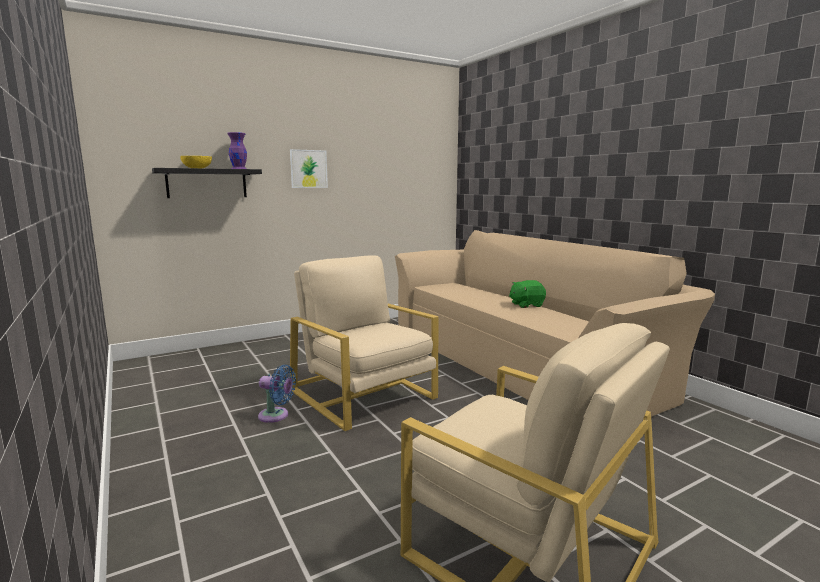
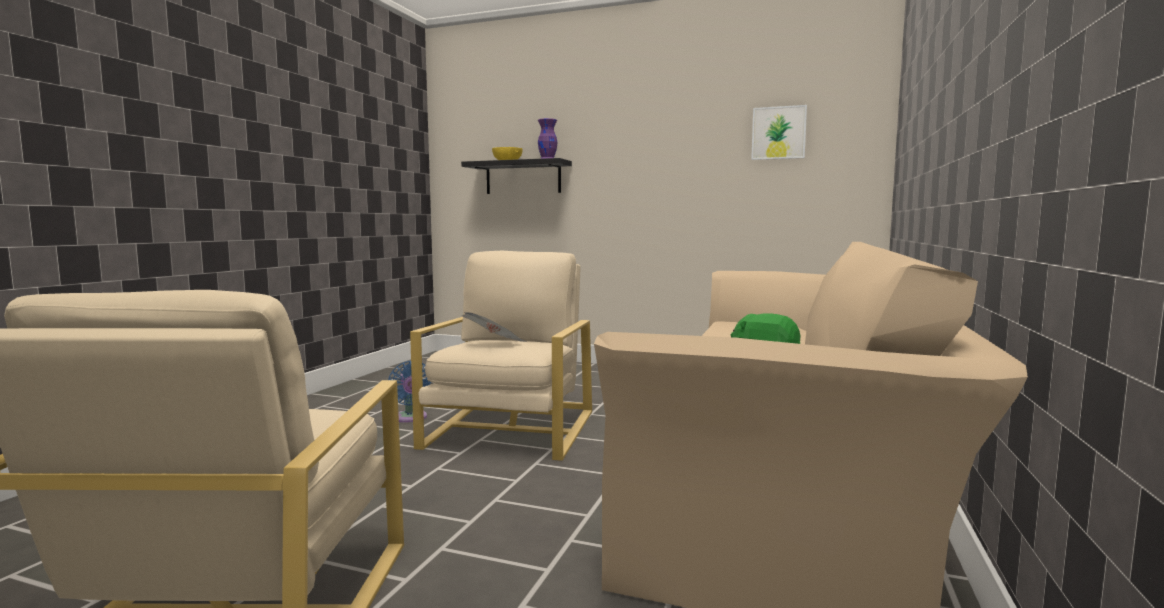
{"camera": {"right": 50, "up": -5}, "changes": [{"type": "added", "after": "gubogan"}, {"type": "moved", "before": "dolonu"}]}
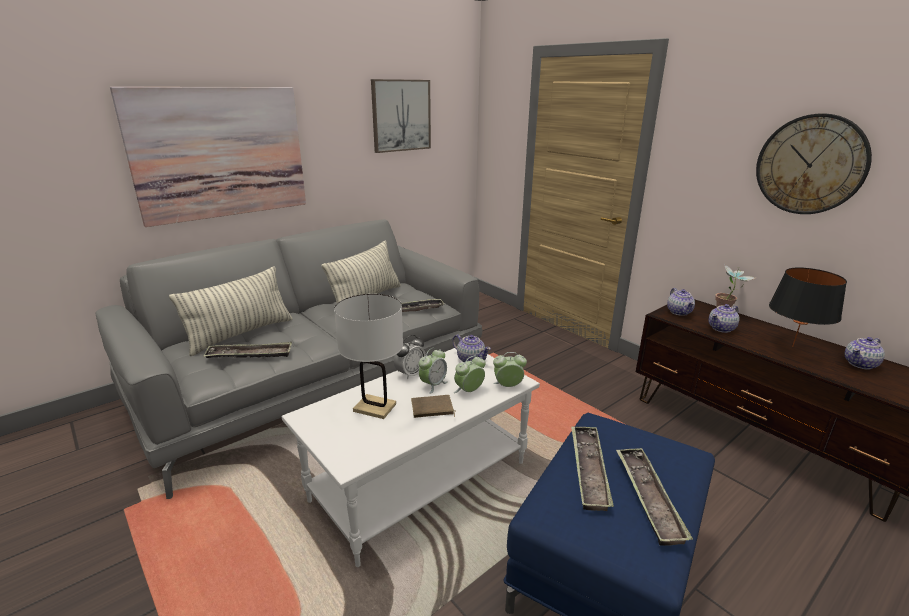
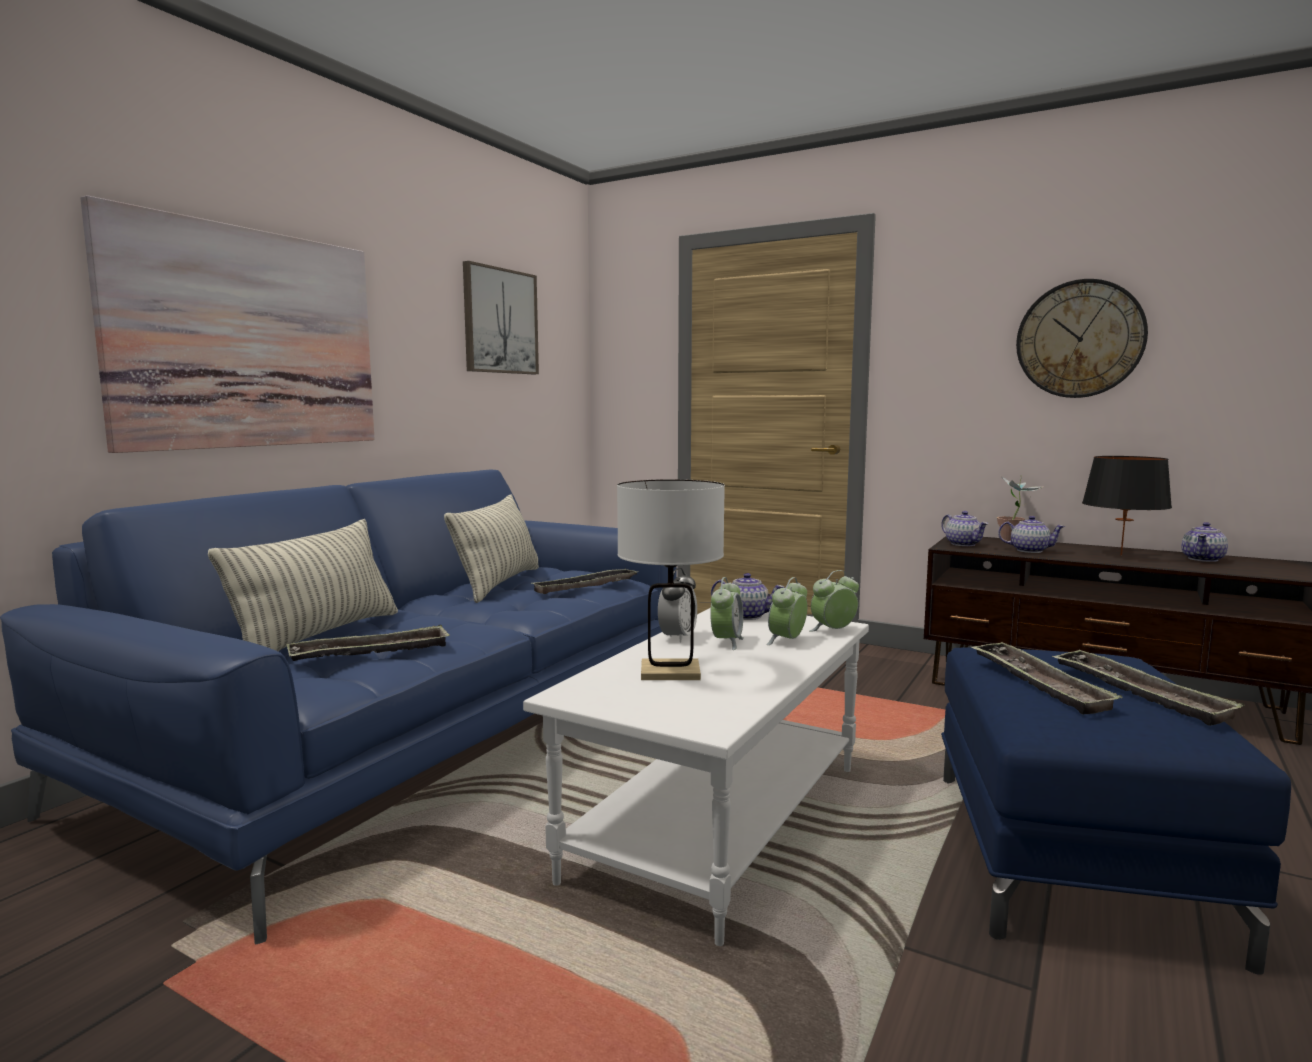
{"camera": {"right": -20, "up": -15}, "changes": [{"type": "recoloured", "before": "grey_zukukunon", "after": "blue_zukukunon"}, {"type": "turned", "before": "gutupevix (3rd from left)", "turn": -105}, {"type": "removed", "before": "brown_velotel"}]}
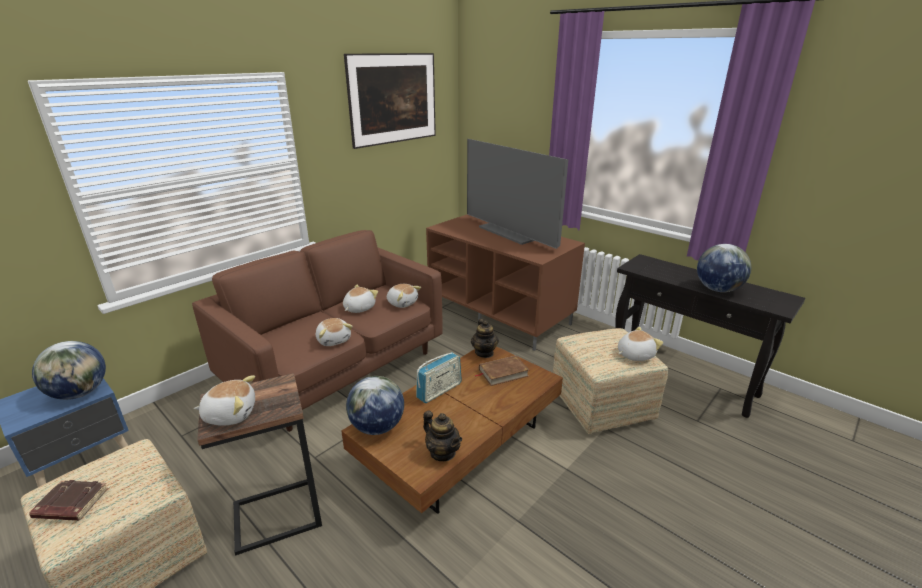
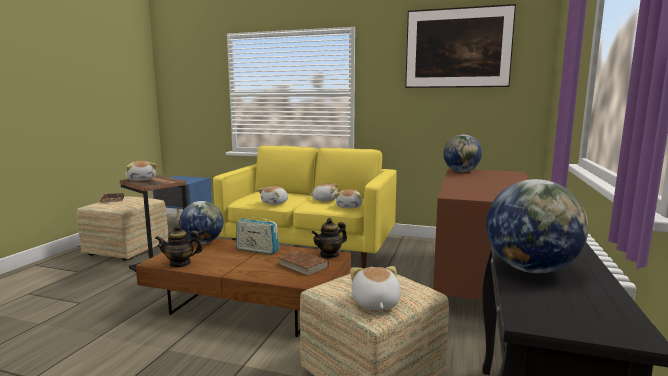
{"camera": {"right": 65, "up": -15}, "changes": [{"type": "turned", "before": "gutupevix (1st from left)", "turn": 60}, {"type": "recoloured", "before": "brown_zukukunon", "after": "yellow_zukukunon"}, {"type": "turned", "before": "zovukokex (5th from left)", "turn": -135}, {"type": "moved", "before": "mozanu (1st from left in the first image)", "after": "mozanu (2nd from left)"}, {"type": "removed", "before": "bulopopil"}]}
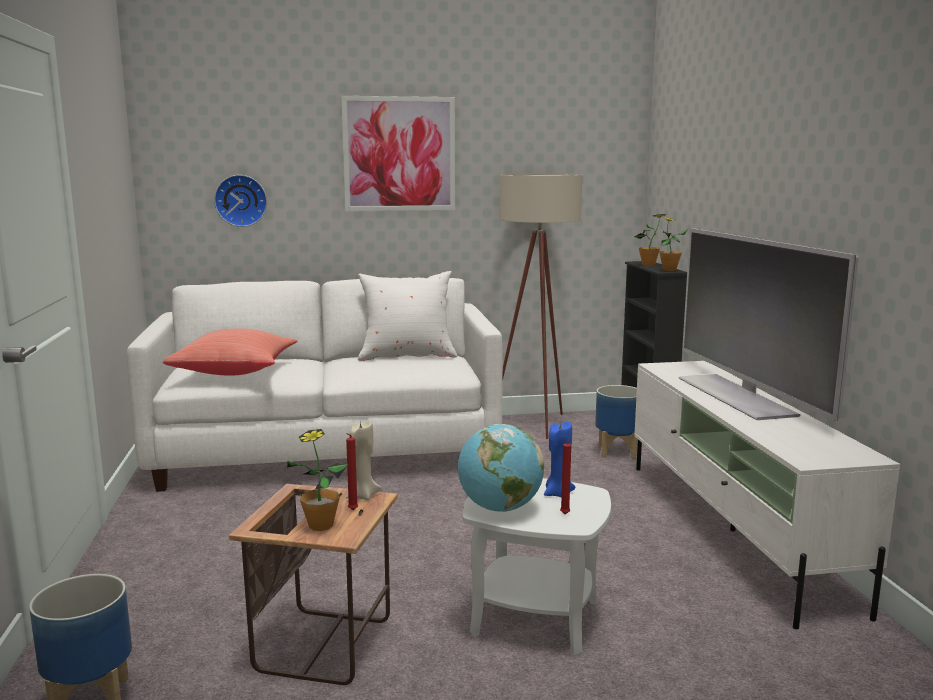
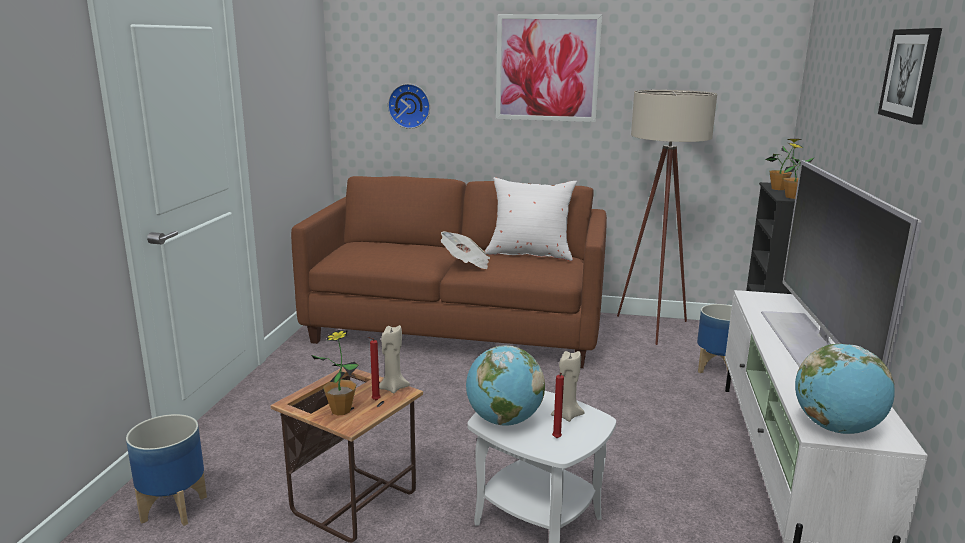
{"camera": {"right": 20, "up": 5}, "changes": [{"type": "recoloured", "before": "white_zukukunon", "after": "brown_zukukunon"}, {"type": "added", "after": "gubogan"}, {"type": "recoloured", "before": "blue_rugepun", "after": "beige_rugepun (2nd from left)"}, {"type": "added", "after": "mozanu (2nd from left)"}, {"type": "added", "after": "dolonu (2nd from left)"}, {"type": "removed", "before": "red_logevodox"}]}
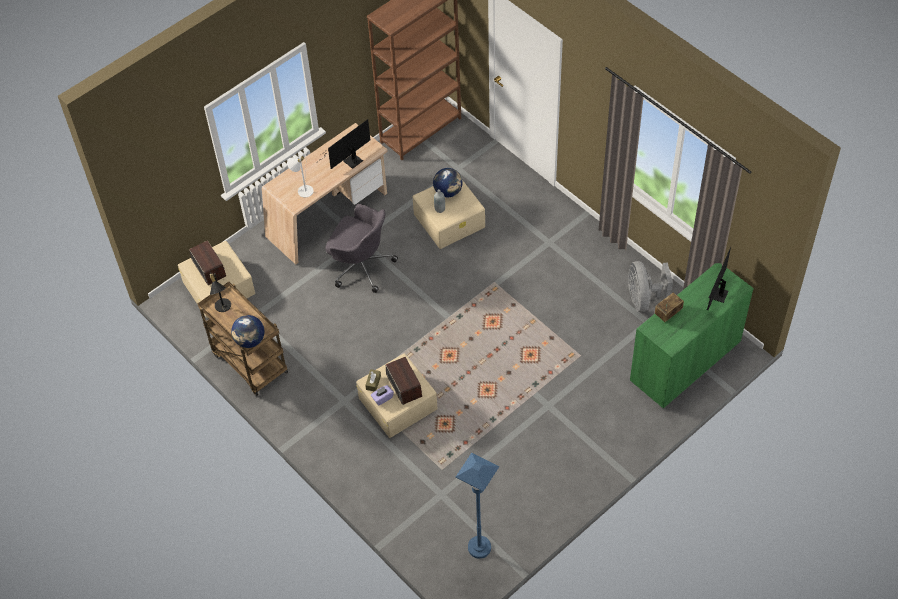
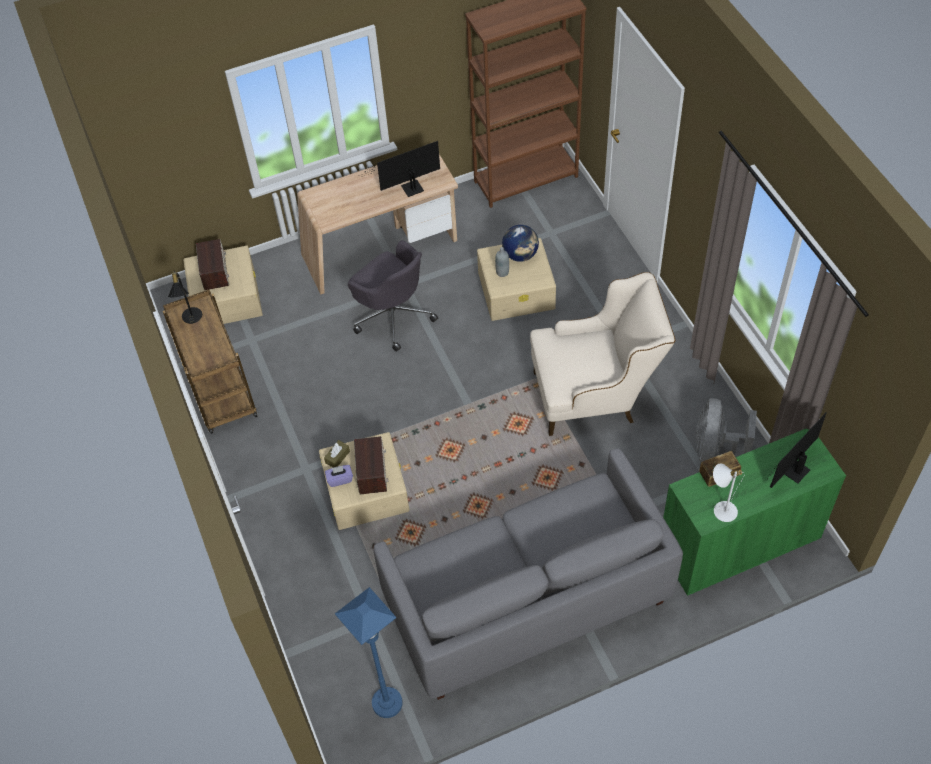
{"camera": {"right": 20, "up": 0}, "changes": [{"type": "added", "after": "grey_zukukunon"}, {"type": "added", "after": "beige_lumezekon"}, {"type": "moved", "before": "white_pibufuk"}, {"type": "removed", "before": "mozanu (1st from left)"}]}
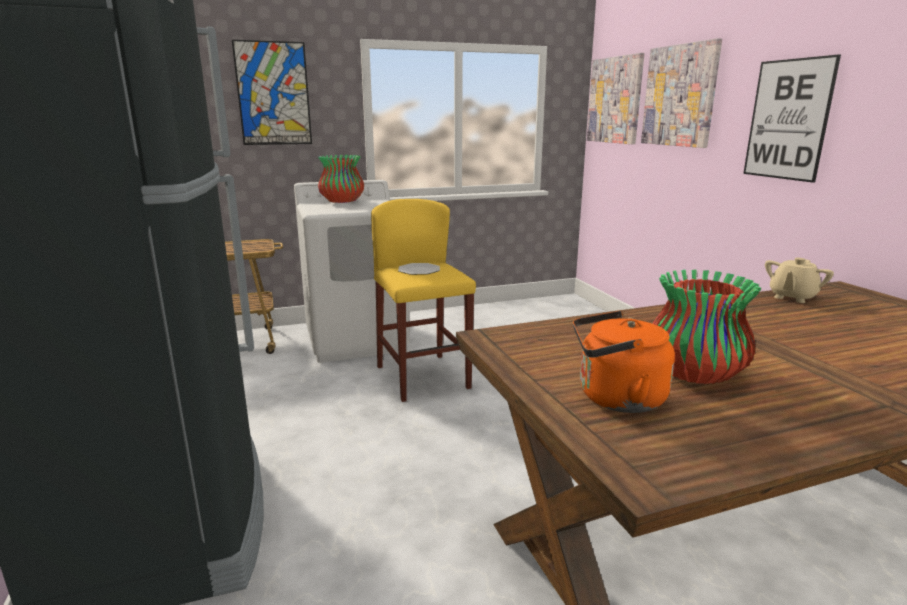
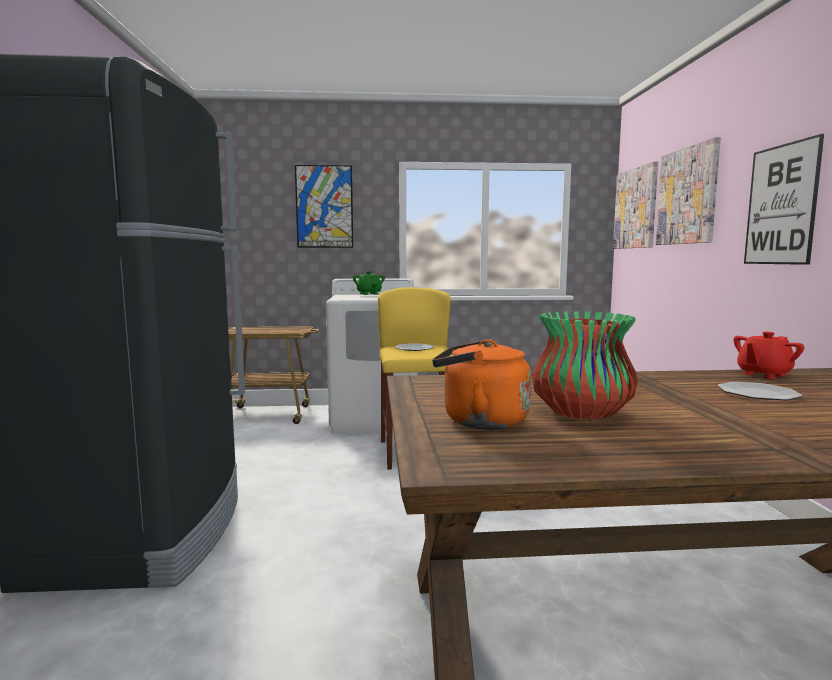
{"camera": {"right": 15, "up": -10}, "changes": [{"type": "replaced", "before": "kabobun (1st from left)", "after": "green_gutupevix"}, {"type": "added", "after": "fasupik (2nd from left)"}, {"type": "recoloured", "before": "beige_gutupevix", "after": "red_gutupevix"}]}
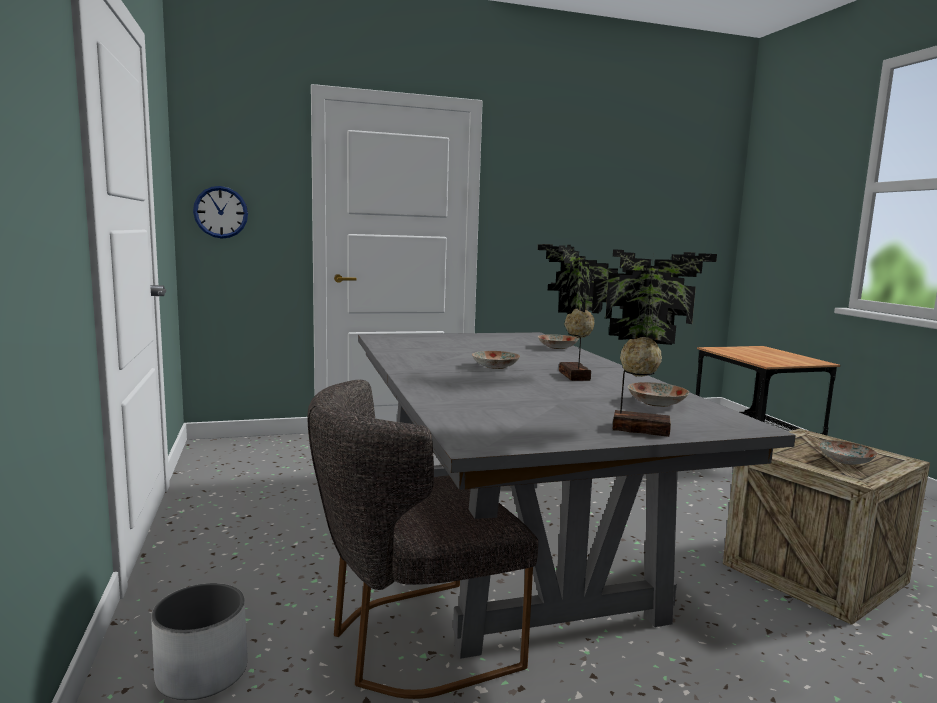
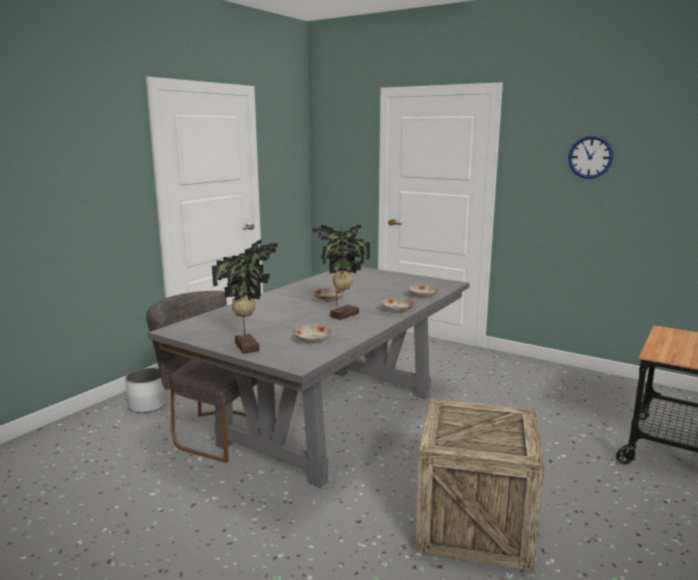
{"camera": {"right": 50, "up": 5}, "changes": [{"type": "moved", "before": "fasupik (4th from left in the first image)", "after": "fasupik (3rd from left)"}, {"type": "moved", "before": "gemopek"}]}
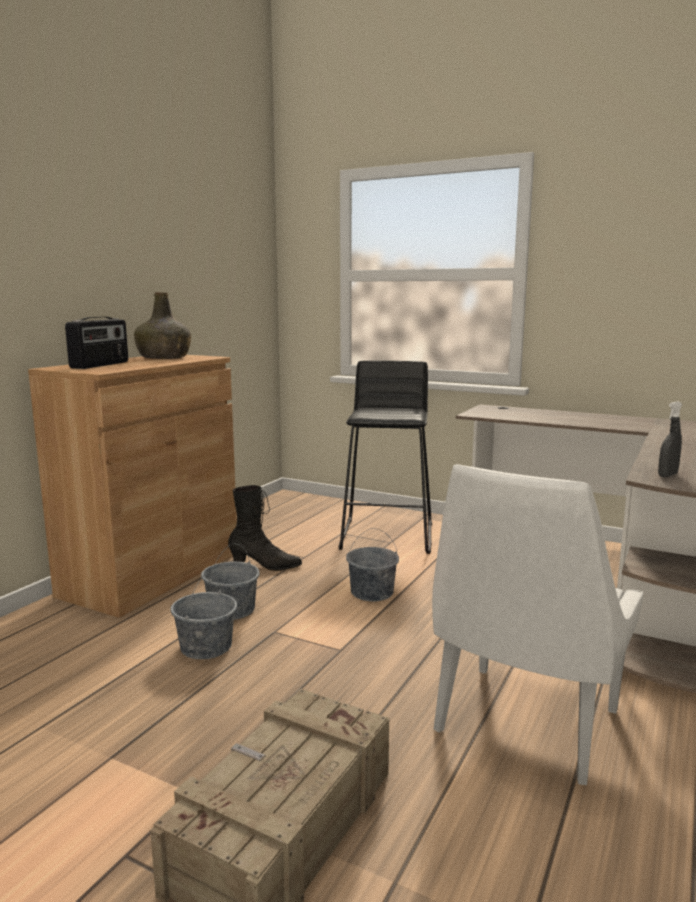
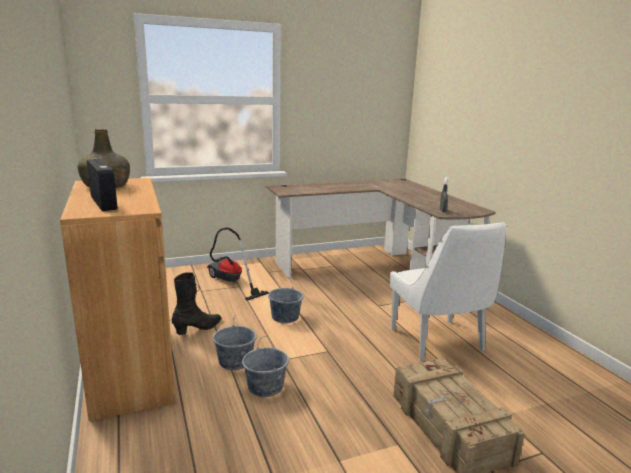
{"camera": {"right": -50, "up": 5}, "changes": [{"type": "replaced", "before": "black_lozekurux", "after": "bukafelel"}]}
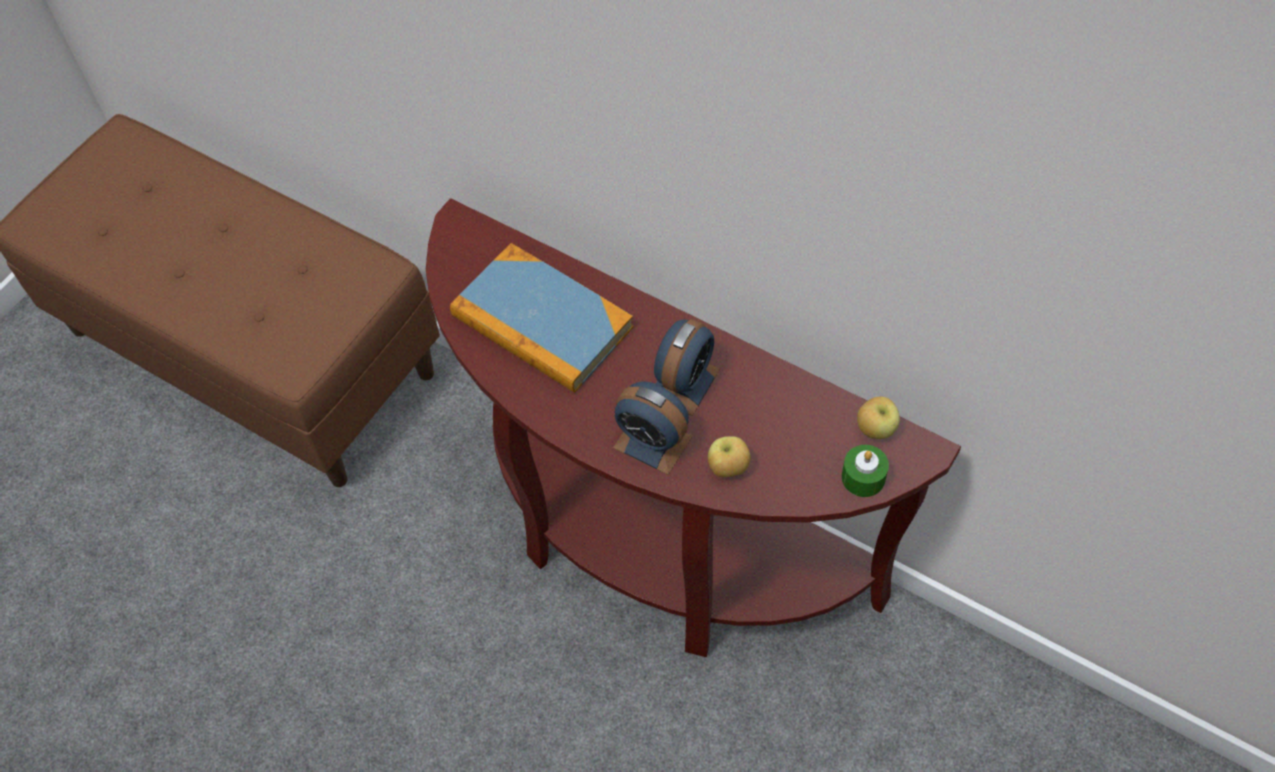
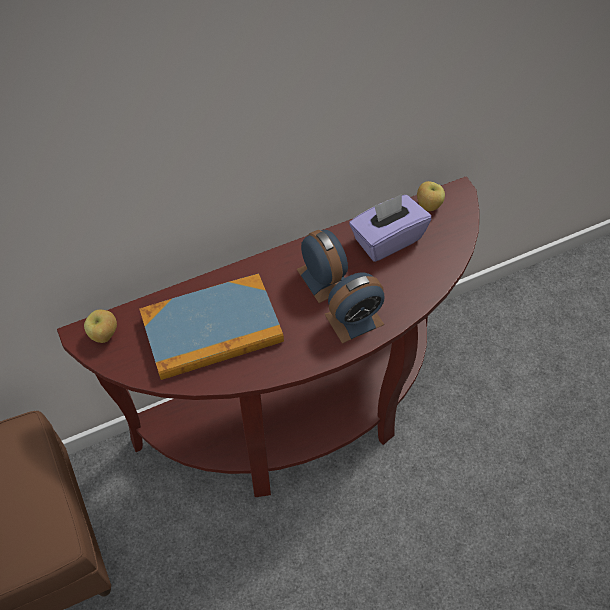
{"camera": {"right": -60, "up": 0}, "changes": [{"type": "moved", "before": "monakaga (1st from left)"}, {"type": "added", "after": "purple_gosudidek"}, {"type": "removed", "before": "green_rugepun"}]}
